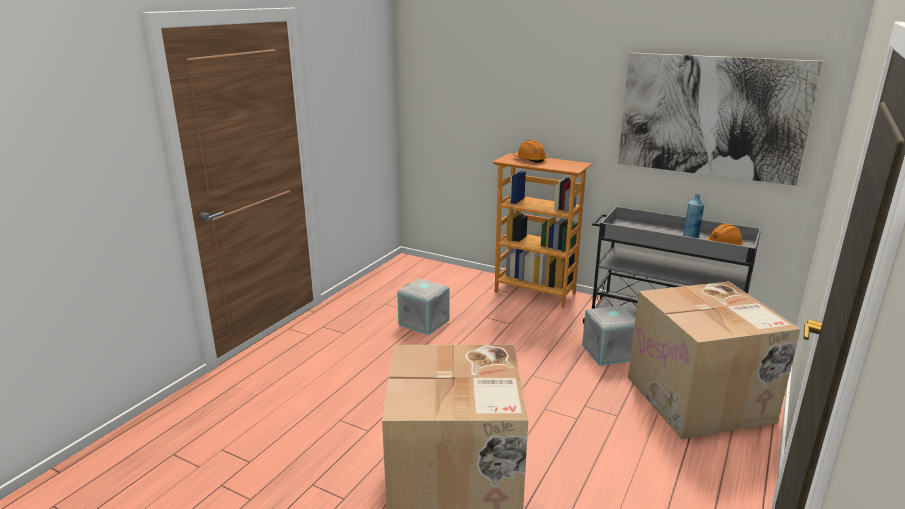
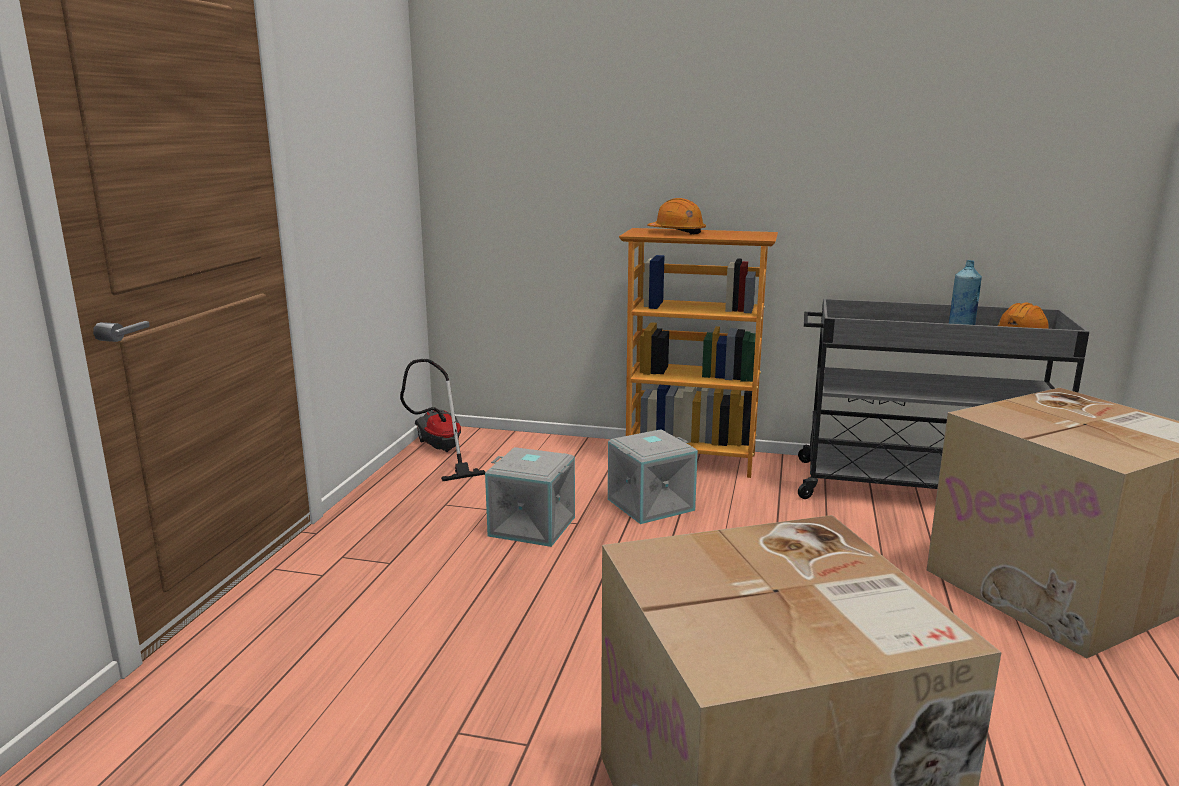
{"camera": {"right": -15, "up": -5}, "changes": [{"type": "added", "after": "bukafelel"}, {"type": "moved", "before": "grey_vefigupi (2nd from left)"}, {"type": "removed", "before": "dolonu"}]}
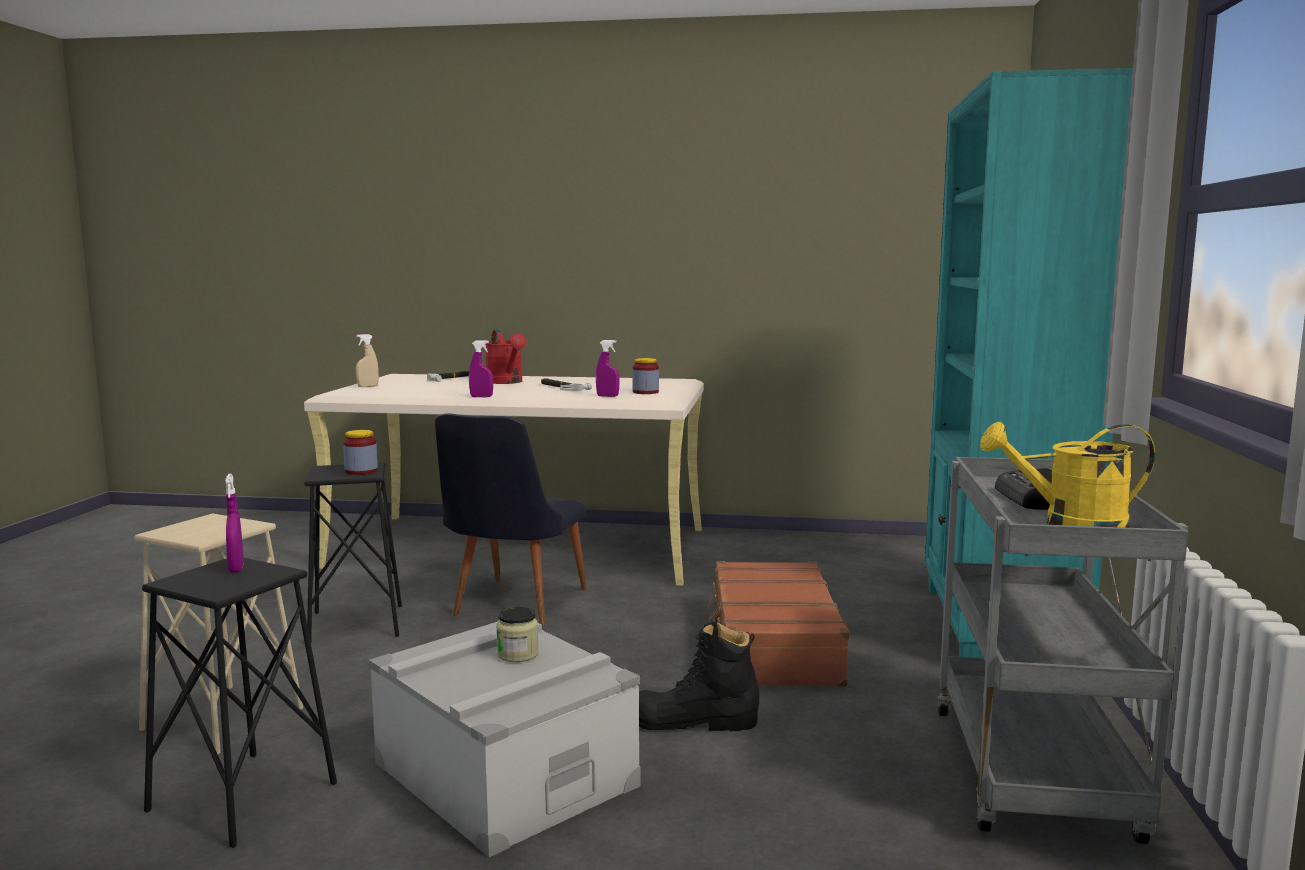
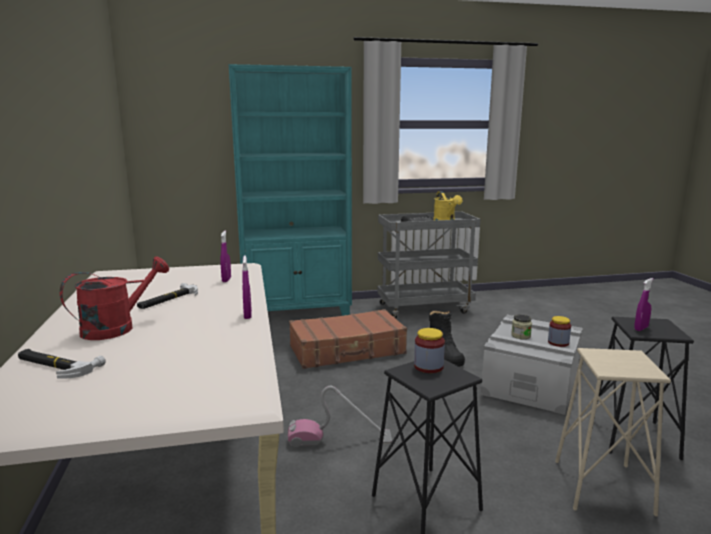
{"camera": {"right": -110, "up": 5}, "changes": [{"type": "replaced", "before": "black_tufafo", "after": "bukafelel"}, {"type": "moved", "before": "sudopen (3rd from left)"}, {"type": "removed", "before": "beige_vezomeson"}]}
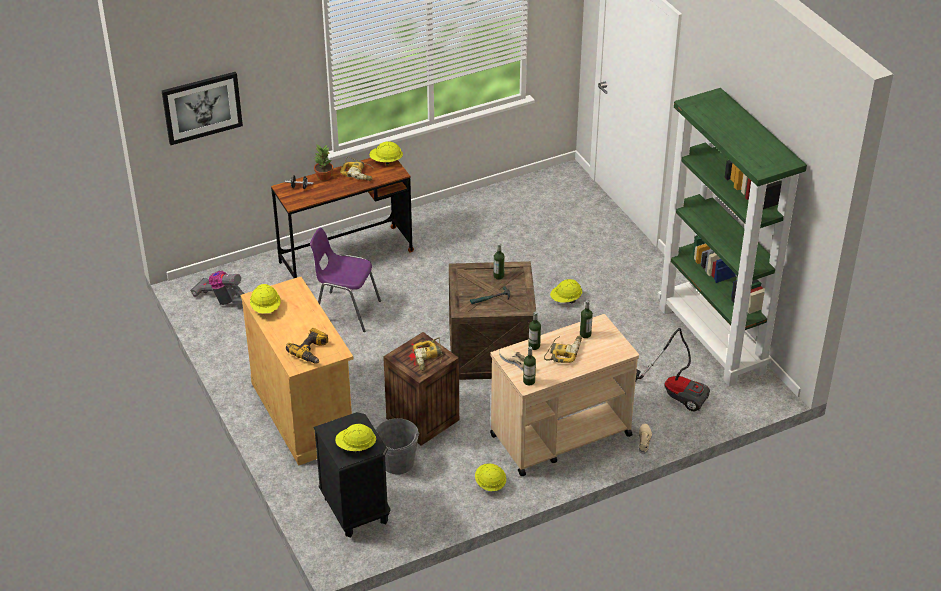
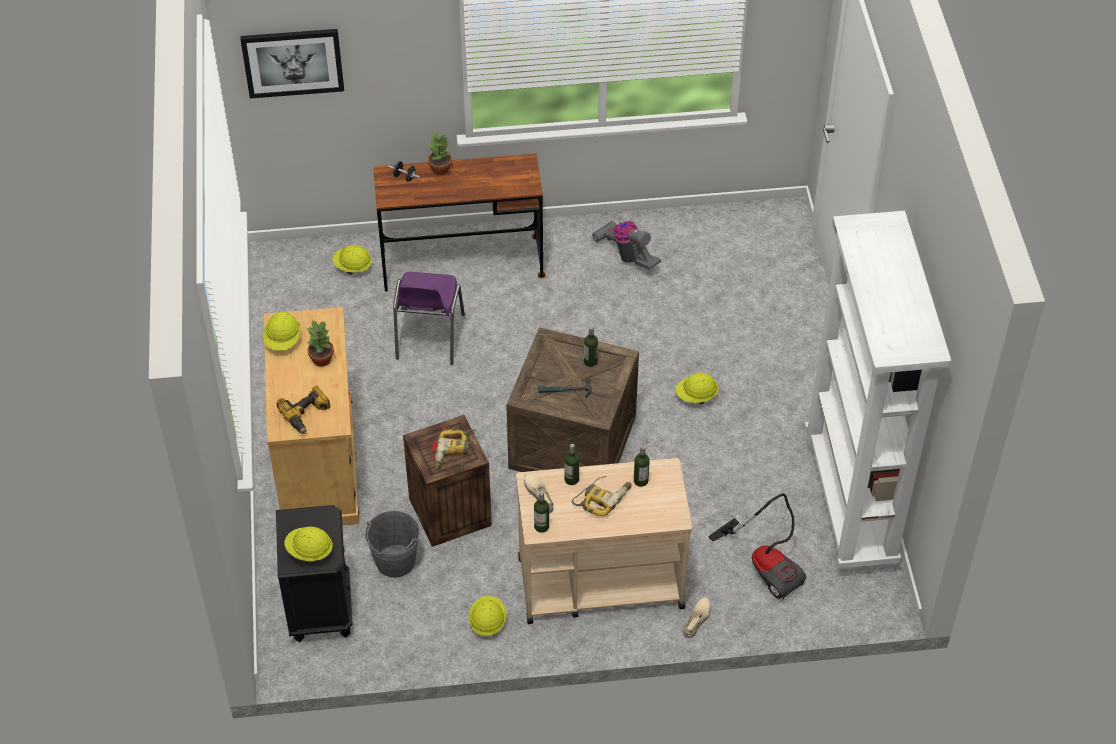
{"camera": {"right": 20, "up": 10}, "changes": [{"type": "added", "after": "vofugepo (1st from left)"}, {"type": "moved", "before": "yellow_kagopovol (3rd from left)"}, {"type": "turned", "before": "purple_tufafo", "turn": -120}, {"type": "moved", "before": "bukafelel (1st from left)"}, {"type": "recoloured", "before": "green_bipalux", "after": "white_bipalux"}, {"type": "removed", "before": "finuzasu (2nd from left)"}]}
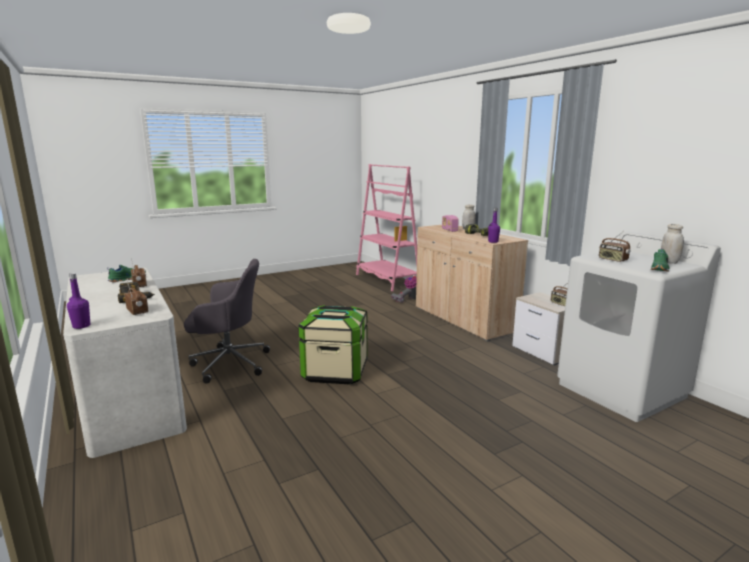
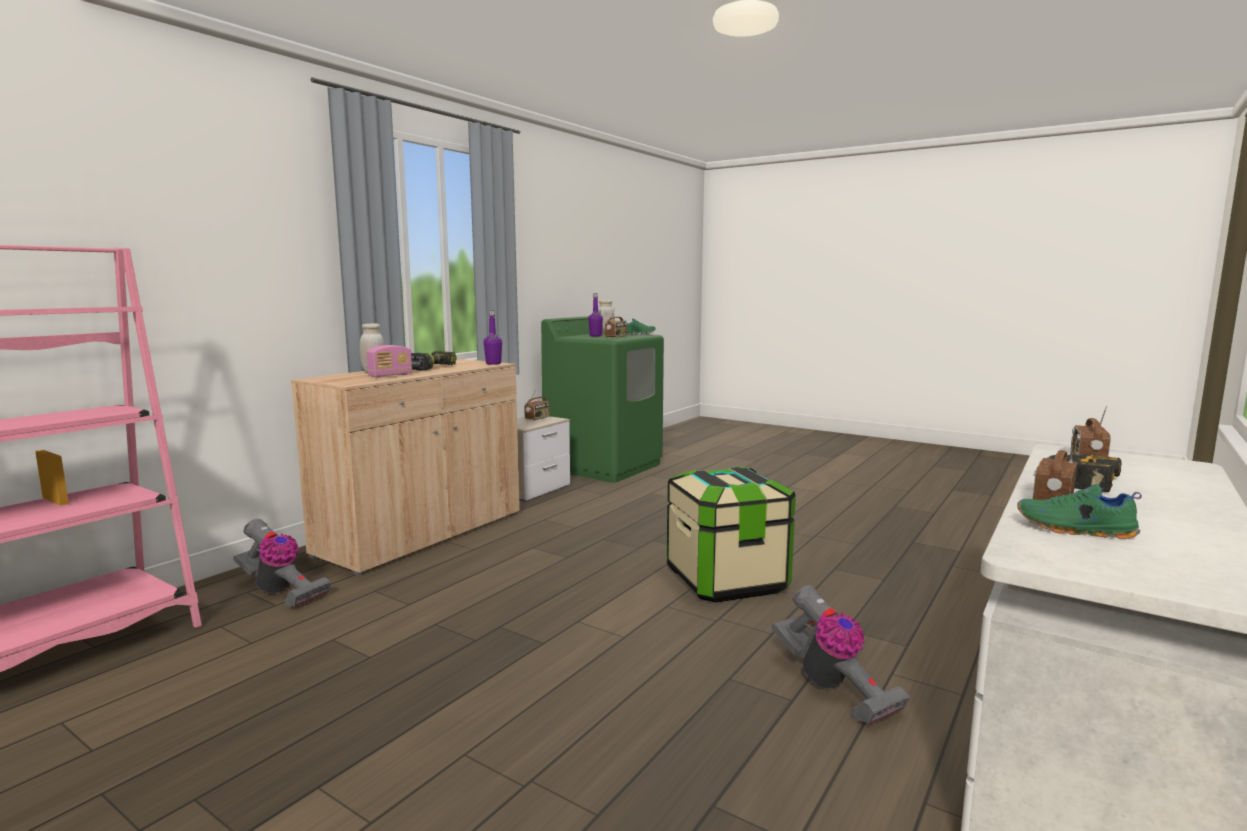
{"camera": {"right": -115, "up": -5}, "changes": [{"type": "recoloured", "before": "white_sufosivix", "after": "green_sufosivix"}, {"type": "moved", "before": "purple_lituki (1st from left in the first image)", "after": "purple_lituki (2nd from left)"}, {"type": "replaced", "before": "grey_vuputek", "after": "bukafelel (2nd from left)"}]}
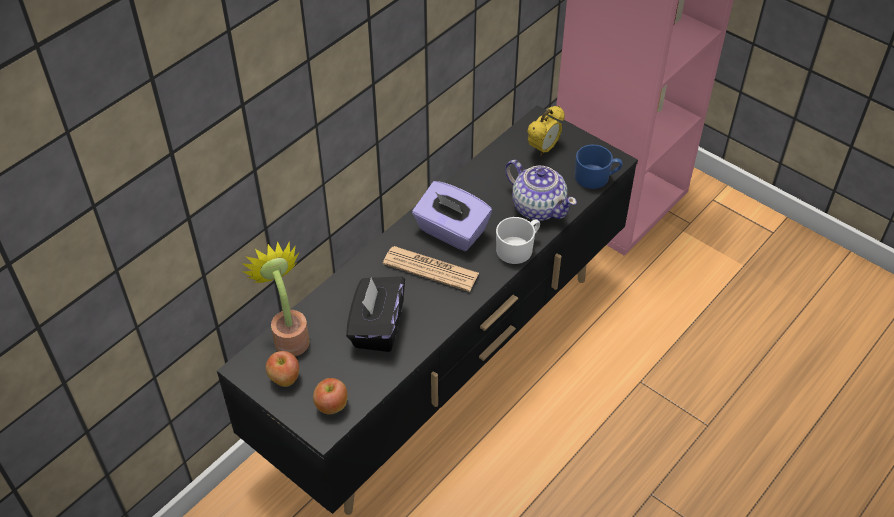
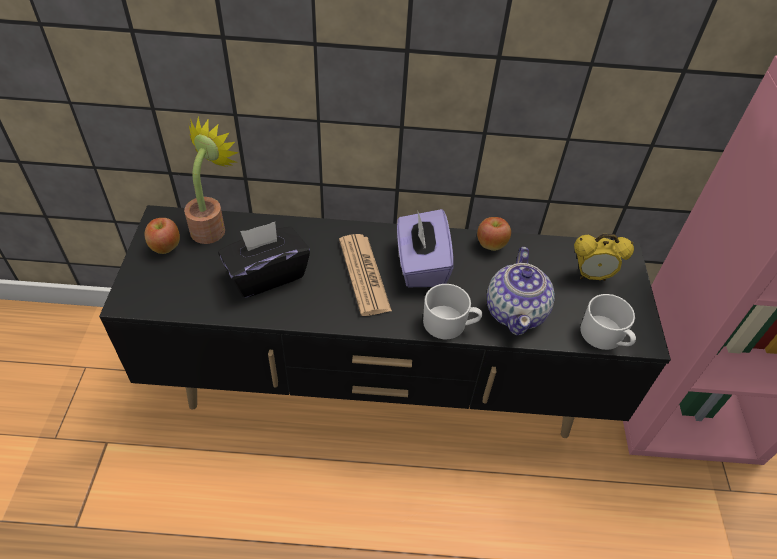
{"camera": {"right": 50, "up": 0}, "changes": [{"type": "moved", "before": "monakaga (2nd from left)"}, {"type": "recoloured", "before": "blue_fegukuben", "after": "white_fegukuben (2nd from left)"}]}
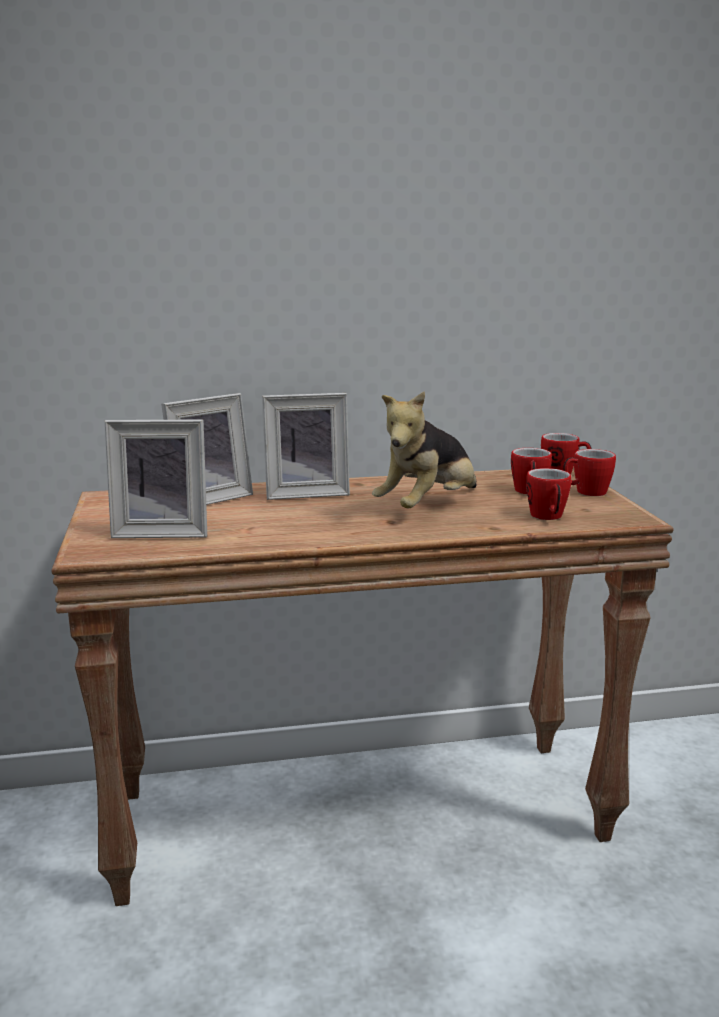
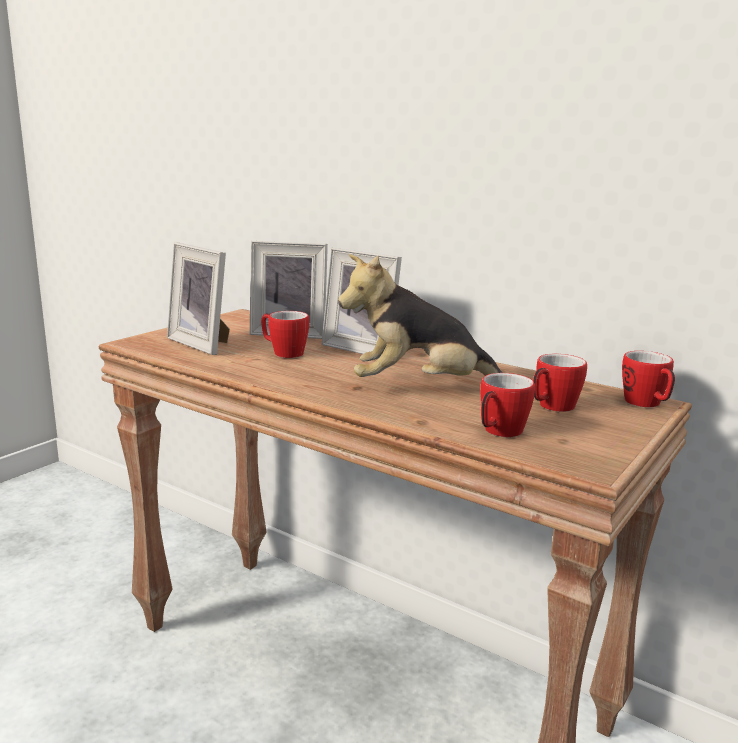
{"camera": {"right": 45, "up": 0}, "changes": [{"type": "moved", "before": "fegukuben (4th from left in the first image)", "after": "fegukuben (1st from left)"}]}
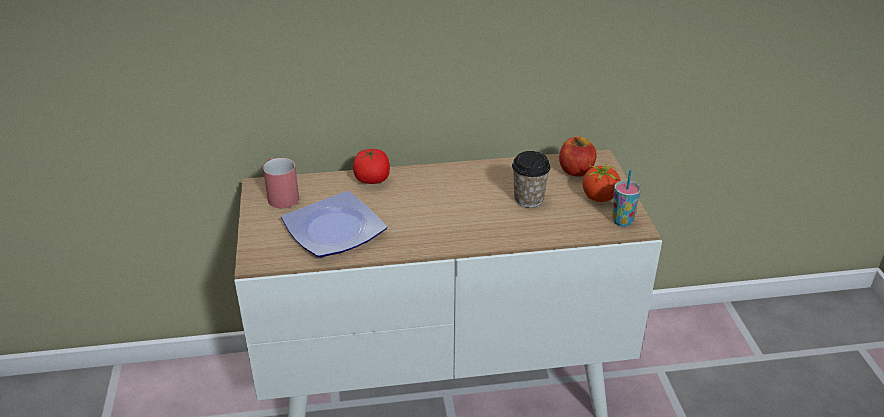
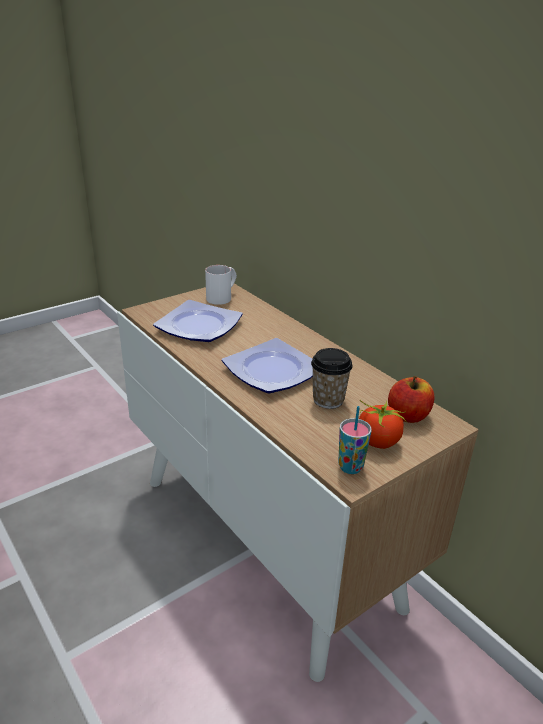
{"camera": {"right": 60, "up": -5}, "changes": [{"type": "recoloured", "before": "red_fegukuben", "after": "white_fegukuben"}, {"type": "added", "after": "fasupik (2nd from left)"}, {"type": "removed", "before": "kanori (1st from left)"}]}
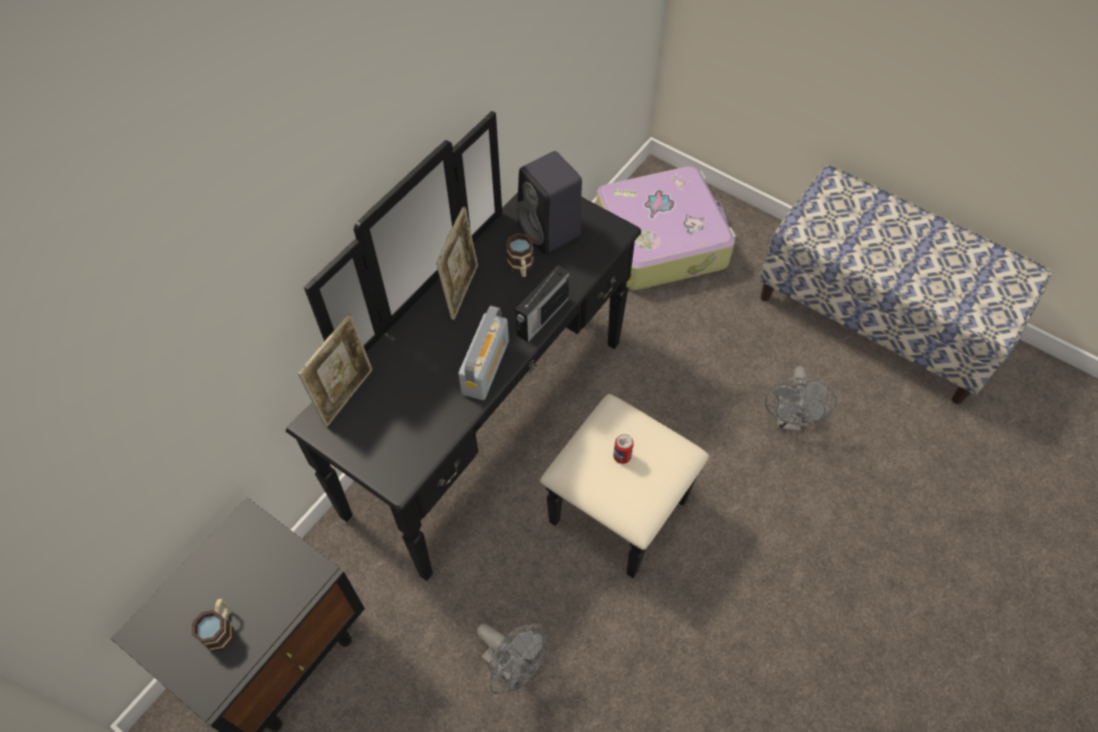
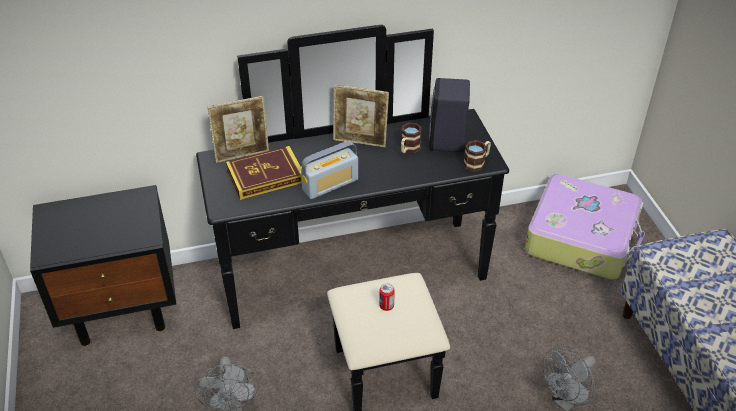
{"camera": {"right": 40, "up": -15}, "changes": [{"type": "added", "after": "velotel"}, {"type": "turned", "before": "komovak (2nd from left)", "turn": 45}, {"type": "moved", "before": "fegukuben (1st from left in the first image)", "after": "fegukuben (2nd from left)"}, {"type": "removed", "before": "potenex (2nd from left)"}]}
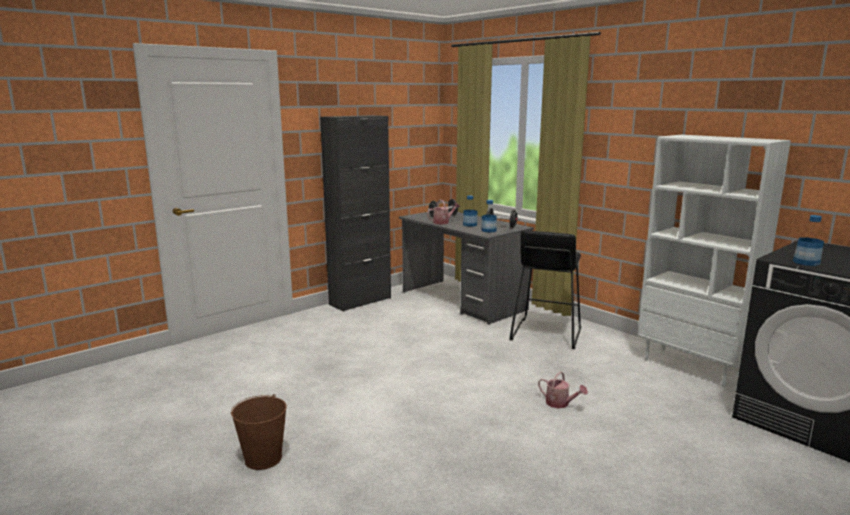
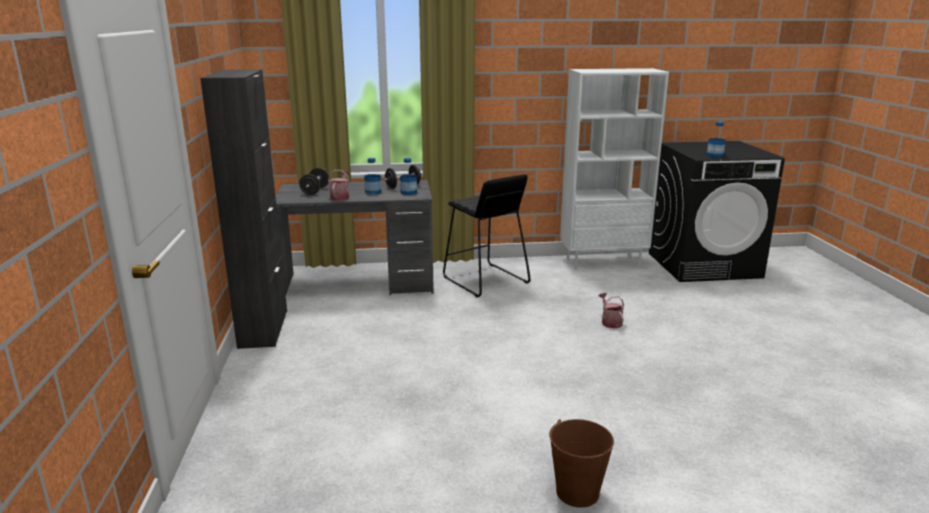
{"camera": {"right": -55, "up": 5}, "changes": [{"type": "turned", "before": "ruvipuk (2nd from left)", "turn": -90}]}
